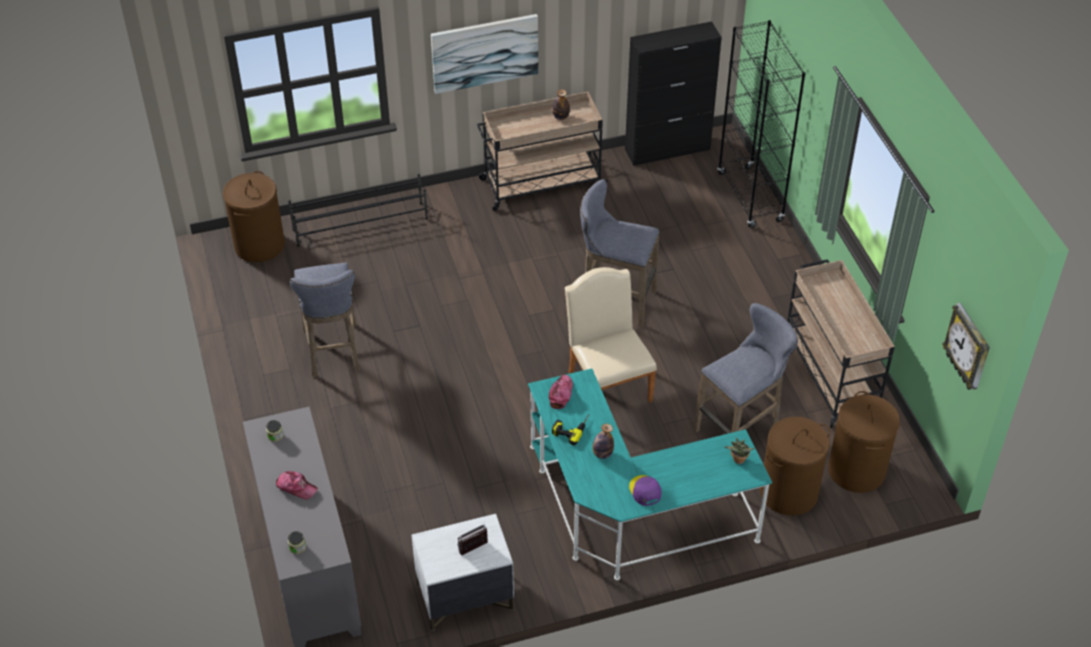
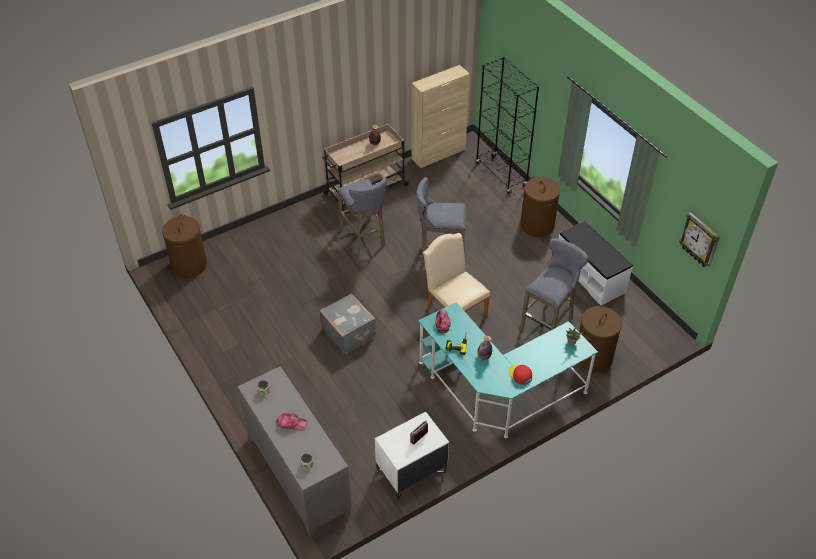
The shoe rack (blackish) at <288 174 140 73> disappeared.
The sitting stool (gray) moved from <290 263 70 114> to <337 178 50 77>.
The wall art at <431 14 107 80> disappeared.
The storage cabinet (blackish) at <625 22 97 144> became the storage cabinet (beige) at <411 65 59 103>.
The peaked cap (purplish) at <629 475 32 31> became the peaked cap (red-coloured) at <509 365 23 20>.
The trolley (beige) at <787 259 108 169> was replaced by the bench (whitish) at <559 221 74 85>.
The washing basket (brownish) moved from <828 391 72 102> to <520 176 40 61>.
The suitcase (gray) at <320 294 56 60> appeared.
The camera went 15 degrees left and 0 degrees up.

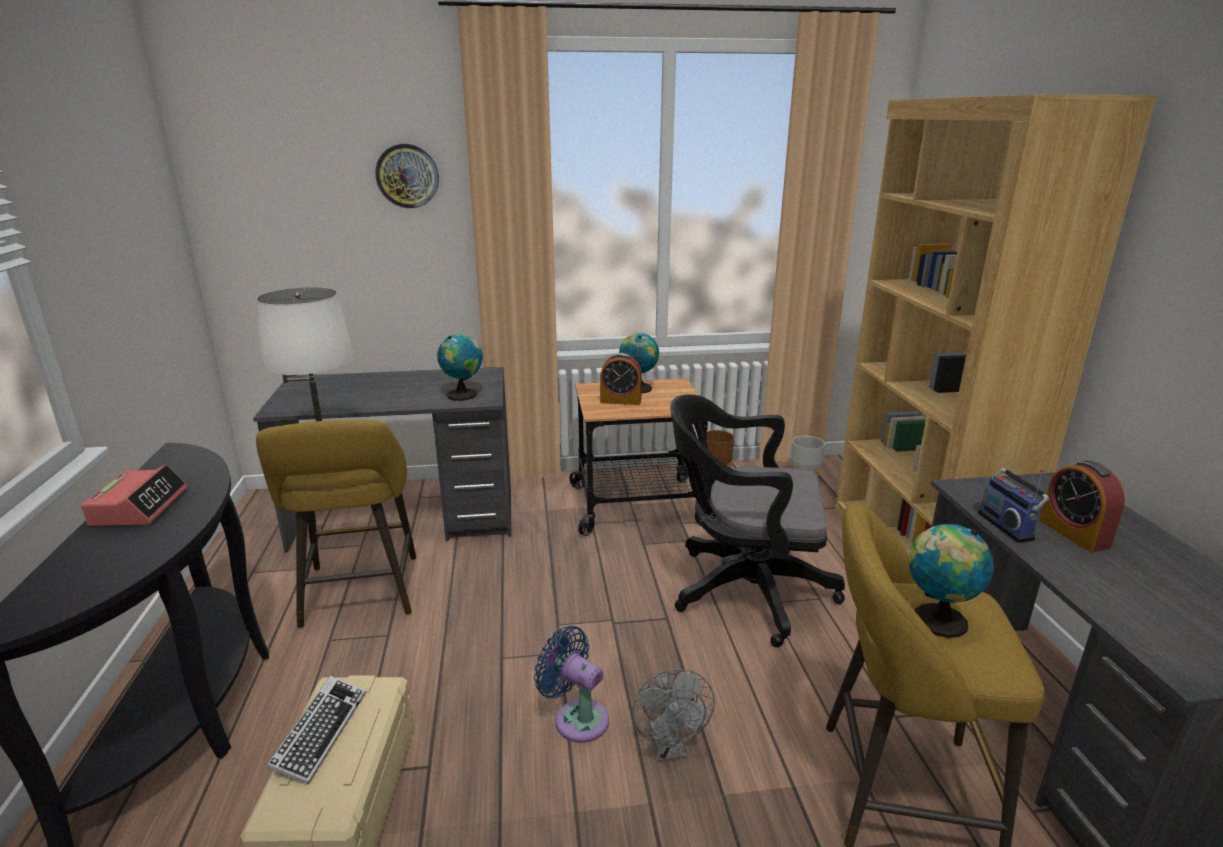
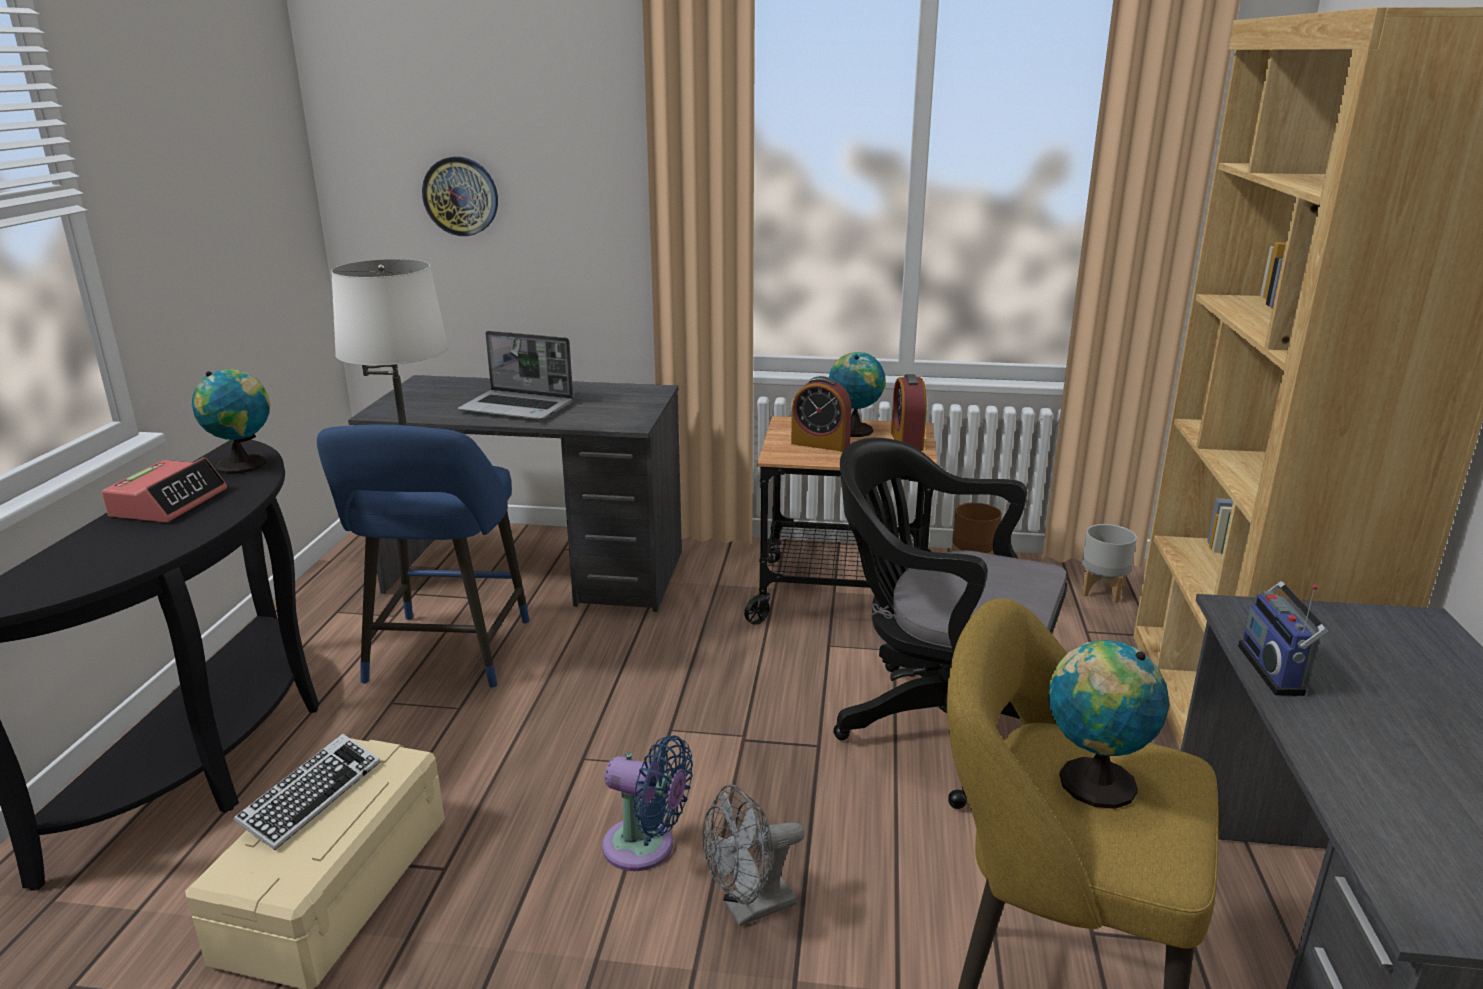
The sitting stool (yellowish) at <256 420 160 208> became the sitting stool (blue) at <317 425 212 263>.
The wall clock moved from <375 144 64 64> to <422 157 76 79>.
The desk globe moved from <437 334 46 67> to <192 369 78 105>.
The fan (blue) at <534 626 75 117> turned 150 degrees clockwise.
The fan (gray) at <632 669 83 93> turned 60 degrees clockwise.
The alarm clock moved from <1039 461 86 91> to <891 374 36 77>.
The laptop at <458 331 115 89> appeared.
The camera went 15 degrees right and 0 degrees up.

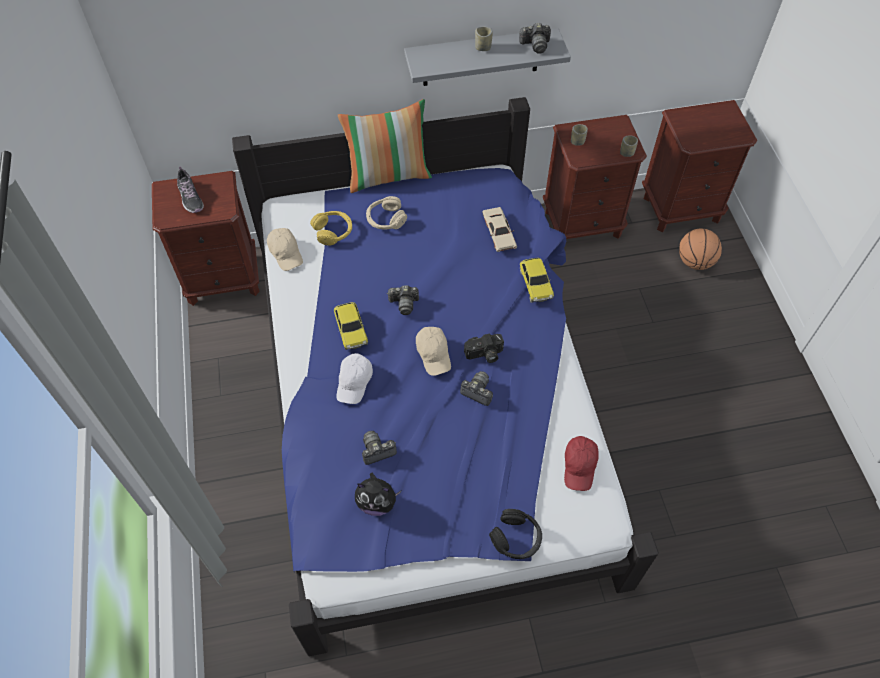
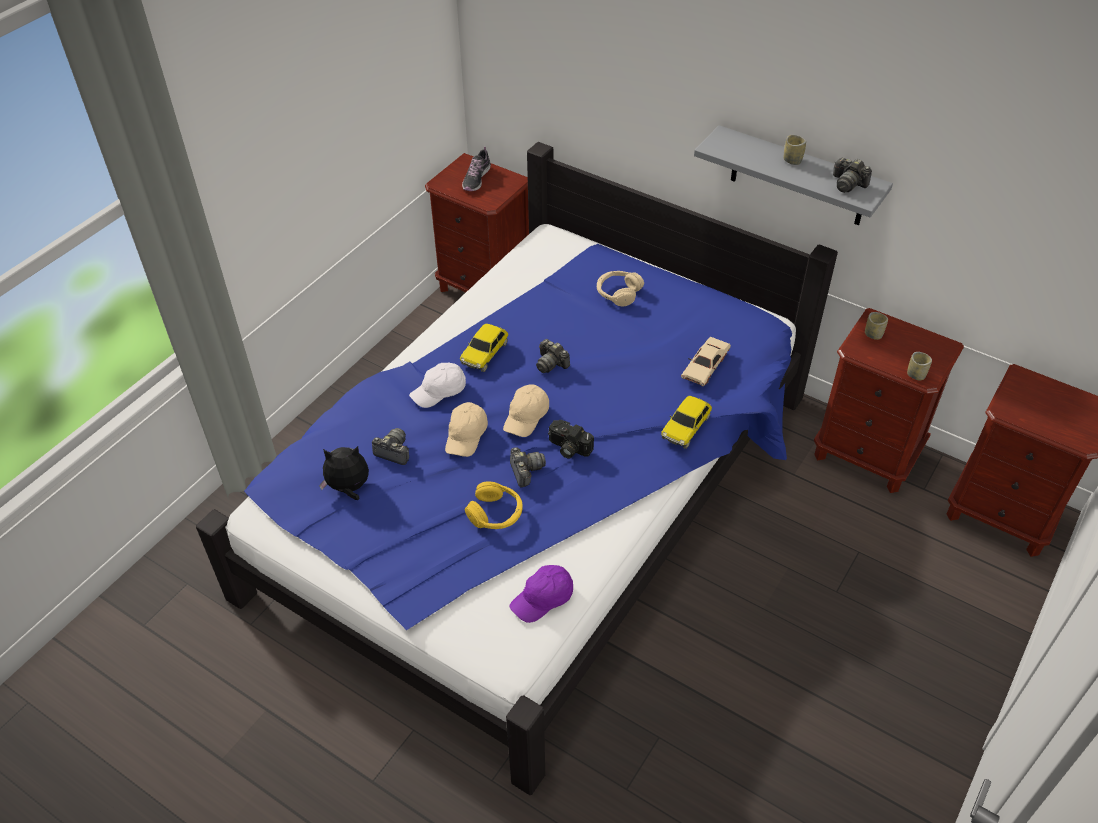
The peaked cap (beige) moved from <267 228 36 43> to <445 402 43 55>.
The pair of headphones (yellowish) moved from <310 211 42 34> to <465 481 58 48>.
The cushion at <338 99 94 94> disappeared.
The soft toy at <355 473 46 43> turned 120 degrees clockwise.
The pair of headphones (blackish) at <489 509 53 50> disappeared.
The peaked cap (red-coloured) at <564 436 35 55> became the peaked cap (purplish) at <510 565 63 58>.
The ball for basketball at <679 228 43 42> disappeared.
The camera went 45 degrees right and 10 degrees down.

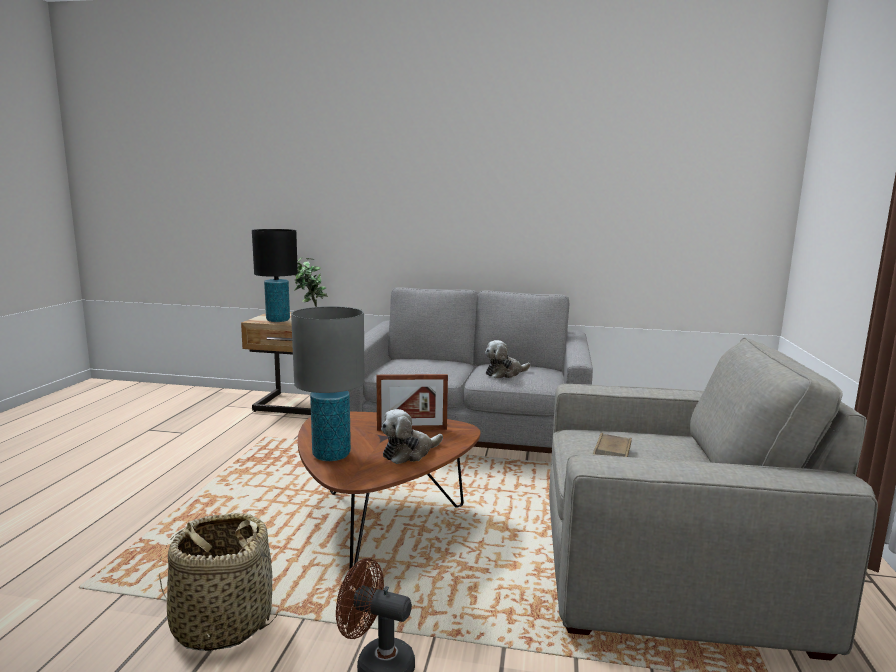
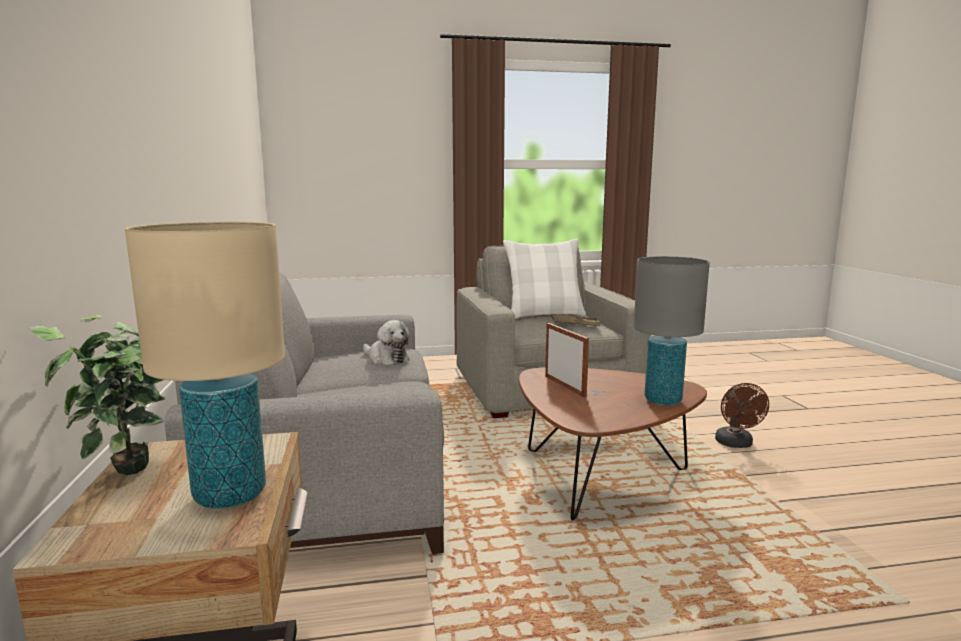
The basket at <159 513 119 138> disappeared.
The table lamp (blackish) at <252 229 46 93> became the table lamp (beige) at <125 222 160 287>.
The soft toy at <381 409 62 55> disappeared.
The cushion (whitish) at <503 238 83 81> appeared.
The camera went 110 degrees left and 0 degrees up.

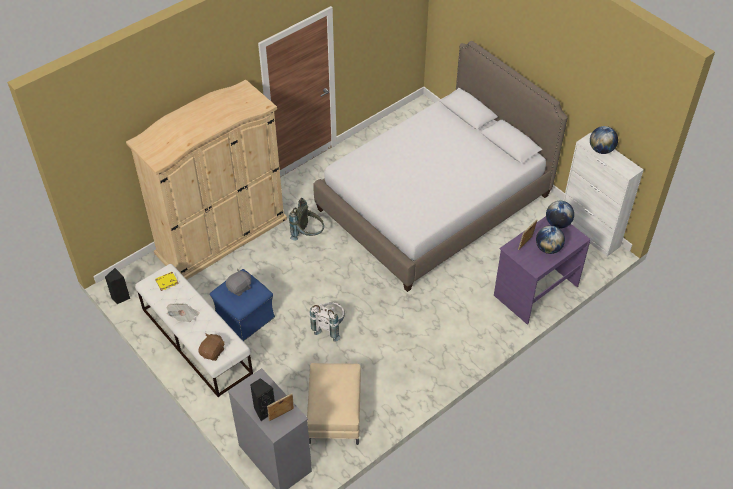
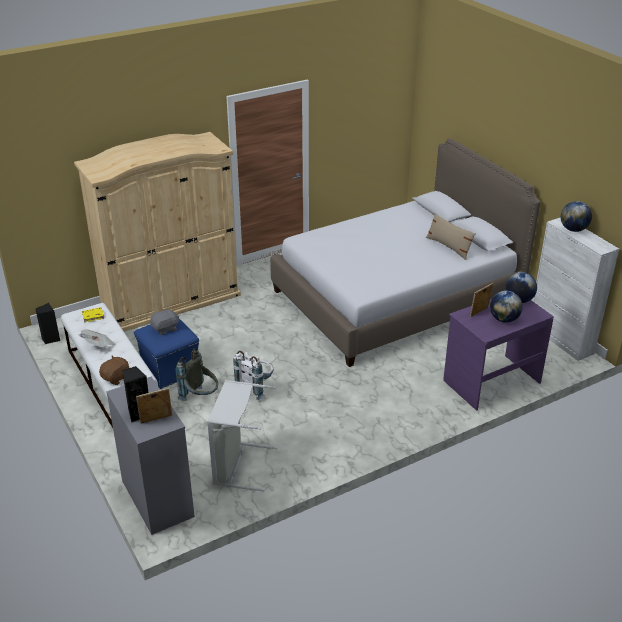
The backpack (gray) moved from <289 198 35 42> to <176 348 42 53>.
The ottoman (beige) at <307 363 54 82> was replaced by the washing basket (gray) at <207 380 70 111>.
The cushion (beige) at <426 213 49 47> appeared.
The camera went 10 degrees right and 15 degrees down.

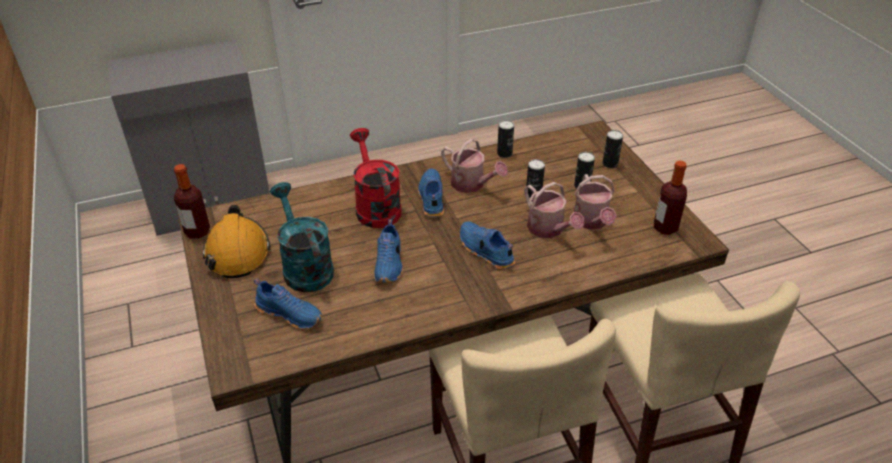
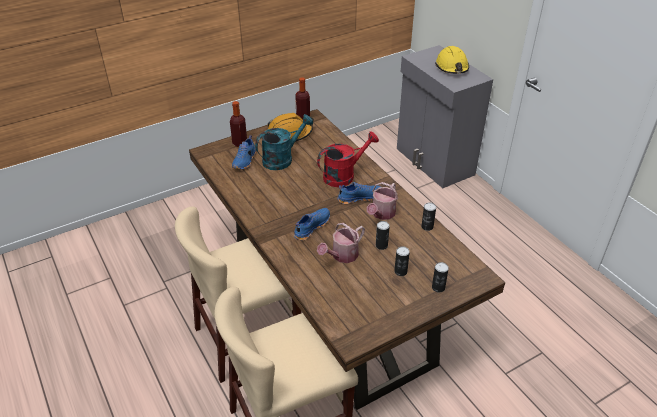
The item of footwear (blue) at <374 219 29 64> disappeared.
The watering pot at <574 174 43 56> disappeared.
The beverage bottle moved from <654 160 33 75> to <230 101 17 46>.
The work helmet (yellowish) at <435 46 34 28> appeared.
The camera went 80 degrees right and 0 degrees up.

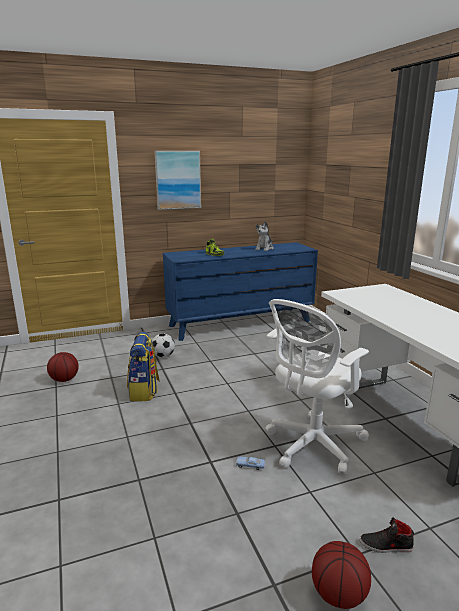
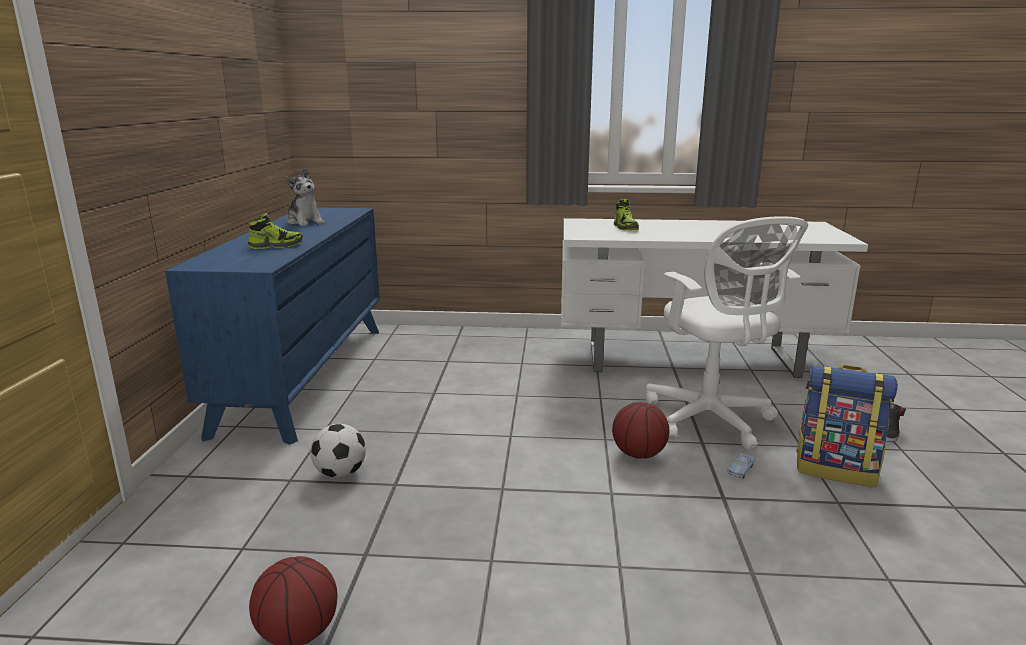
The backpack moved from <127 332 33 69> to <796 365 102 122>.
The wall art at <155 151 46 59> disappeared.
The ball for basketball moved from <312 541 59 68> to <612 402 58 57>.
The item of footwear at <614 199 25 31> appeared.
The camera went 65 degrees left and 0 degrees up.

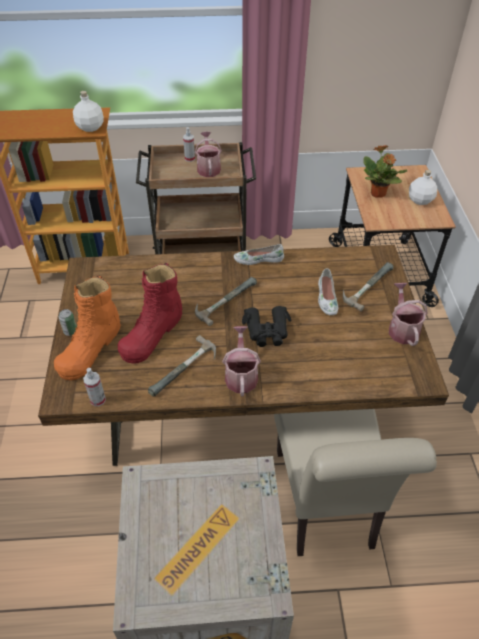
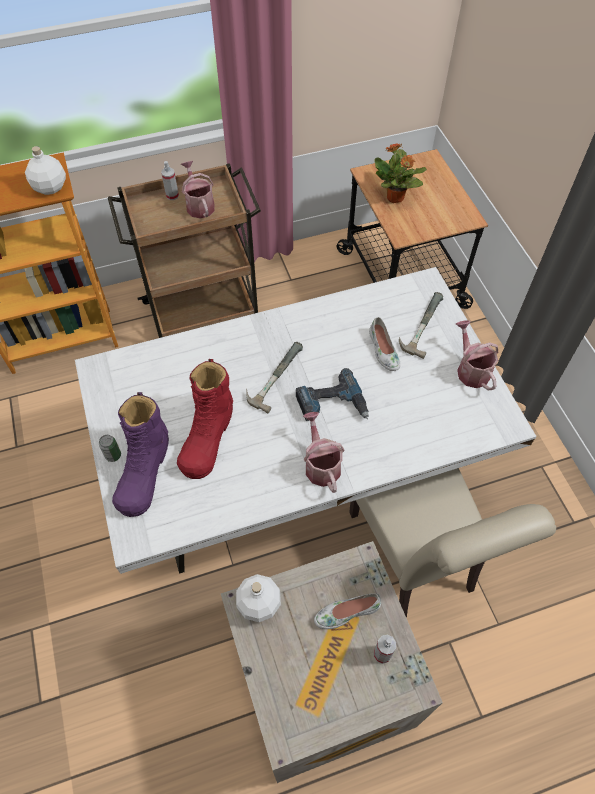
The kitchen table (brownish) at <38 245 411 221> became the kitchen table (whitish) at <75 267 461 307>.
The high-top boot (orange) at <54 275 67 106> became the high-top boot (purplish) at <112 392 57 125>.
The hand sprayer moved from <83 368 23 38> to <374 635 22 29>.
The hammer at <148 335 68 61> disappeared.
The item of footwear (whitish) moved from <234 244 50 21> to <314 593 67 36>.
The binoculars (blackish) at <242 306 49 41> was replaced by the power drill at <296 368 73 53>.
The beverage bottle (whitish) moved from <409 170 28 35> to <236 574 45 48>.
The camera went 15 degrees left and 10 degrees up.

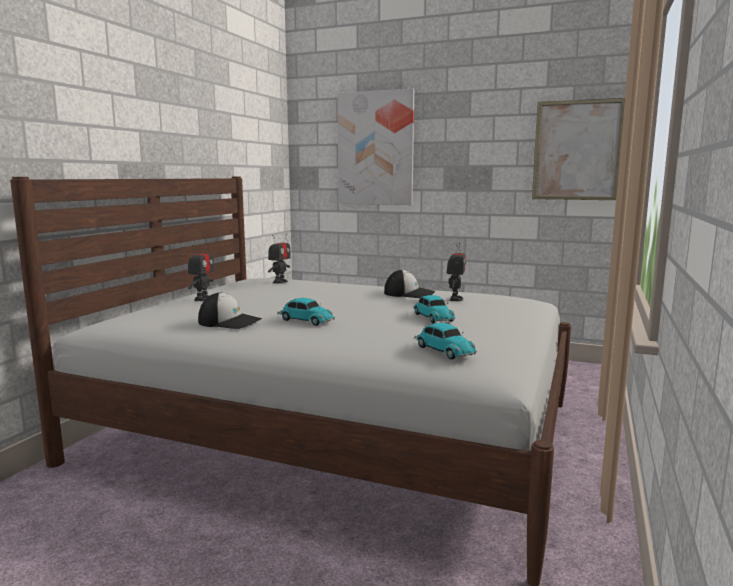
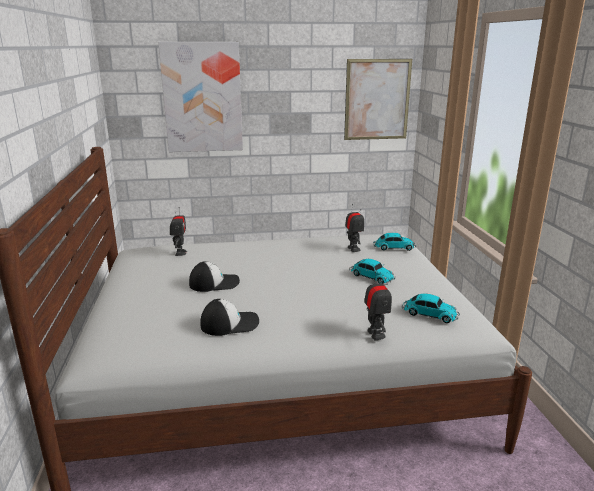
The toy robot moved from <188 243 26 58> to <364 271 28 69>.
The toy car moved from <277 298 58 28> to <373 233 43 18>.
The peaked cap moved from <384 270 51 28> to <189 261 51 31>.
The camera went 30 degrees left and 10 degrees up.

